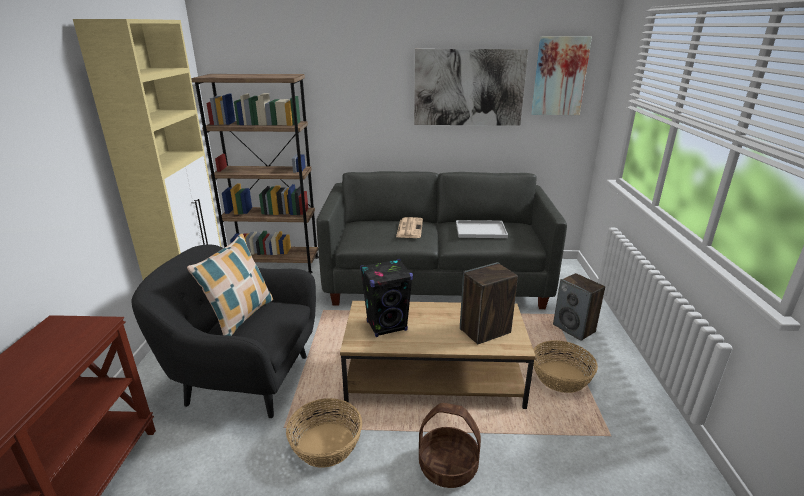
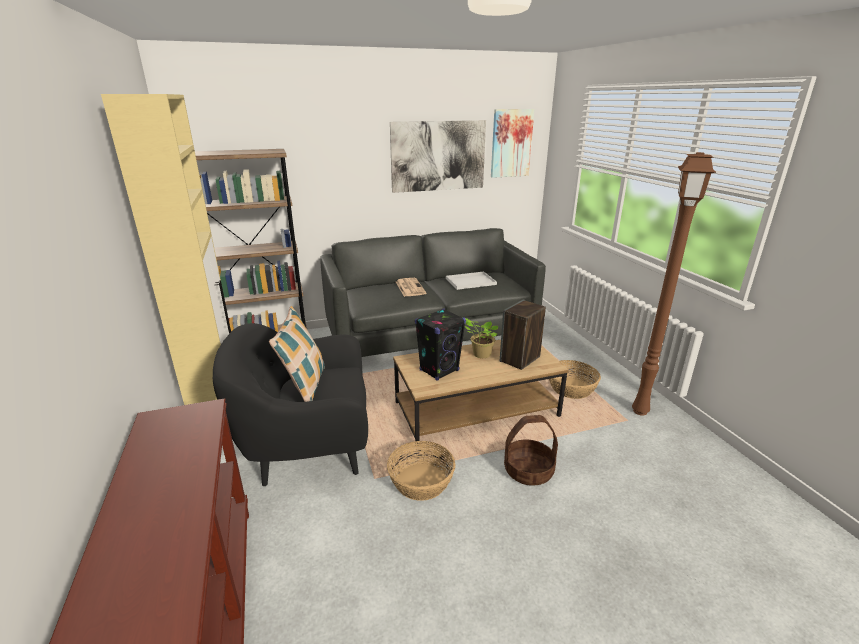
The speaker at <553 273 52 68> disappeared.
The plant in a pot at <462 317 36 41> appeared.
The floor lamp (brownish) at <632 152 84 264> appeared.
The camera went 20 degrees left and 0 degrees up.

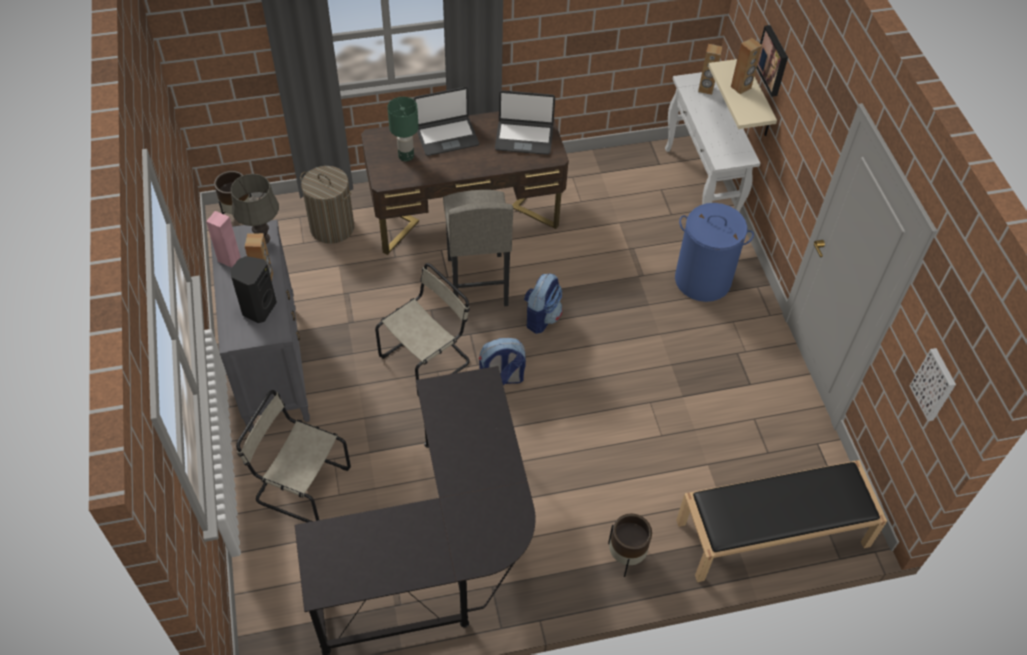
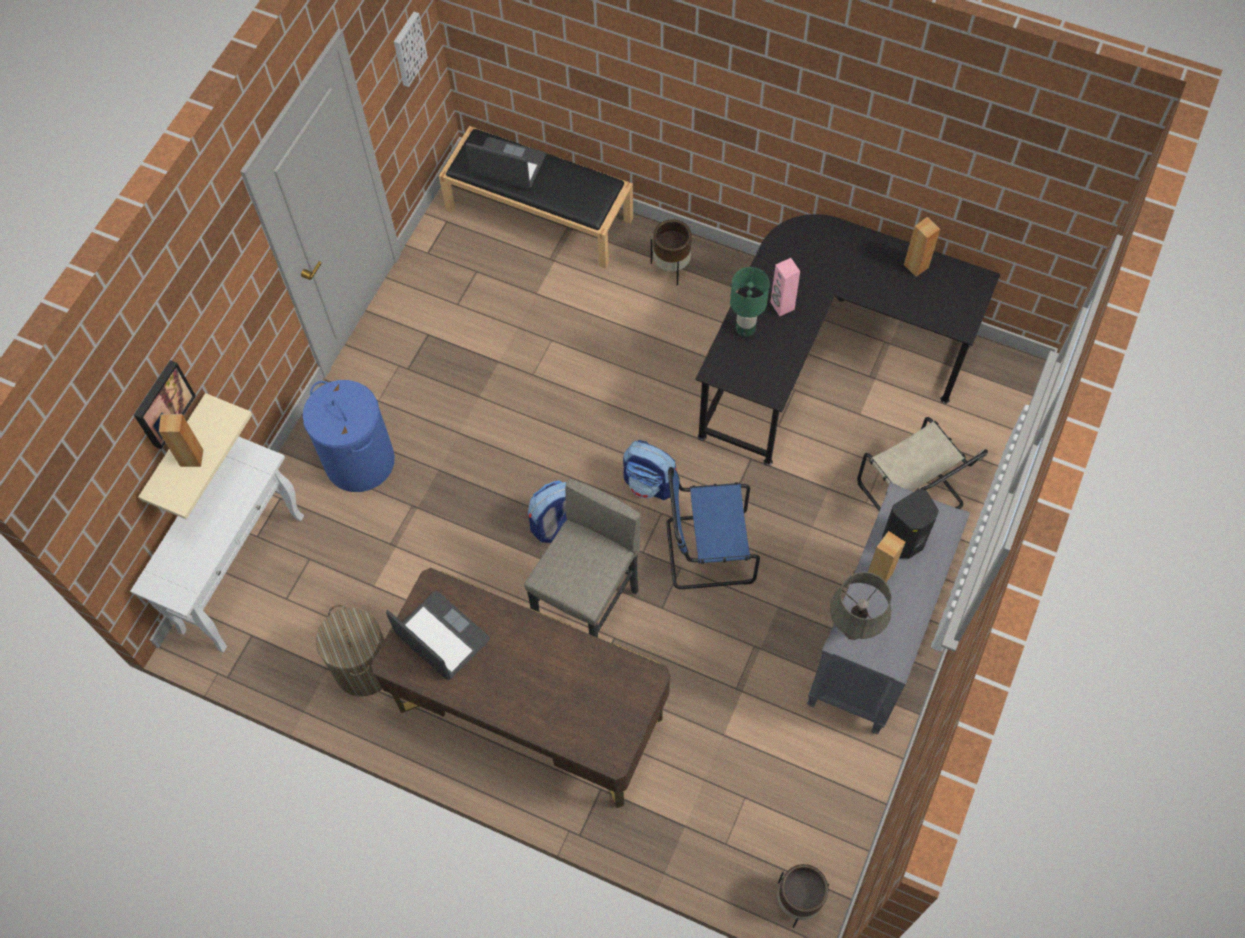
The speaker (pink) moved from <206 211 34 57> to <770 258 30 58>.
The washing basket moved from <300 166 54 78> to <316 605 69 92>.
The chair (beige) at <375 263 95 133> became the chair (blue) at <666 467 94 122>.
The table lamp (green) moved from <387 97 32 64> to <730 267 40 70>.
The laptop moved from <414 87 65 69> to <466 137 80 52>.
The speaker (brownish) moved from <698 44 24 51> to <904 217 36 60>.
The camera went 140 degrees left and 10 degrees up.

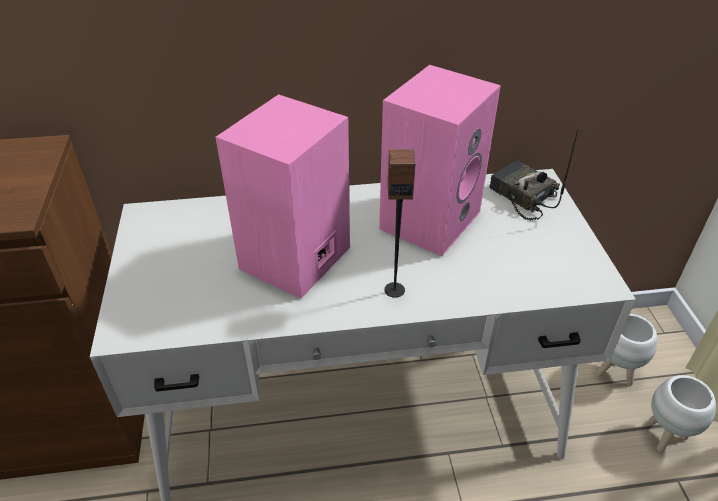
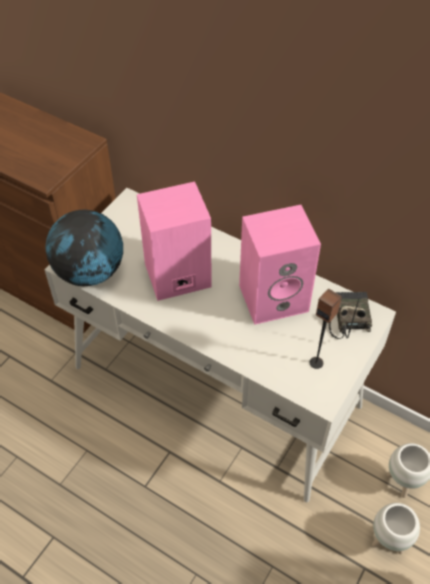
The speaker moved from <384 149 31 149> to <309 289 33 80>.
The desk globe at <45 210 78 76> appeared.
The camera went 40 degrees right and 10 degrees up.

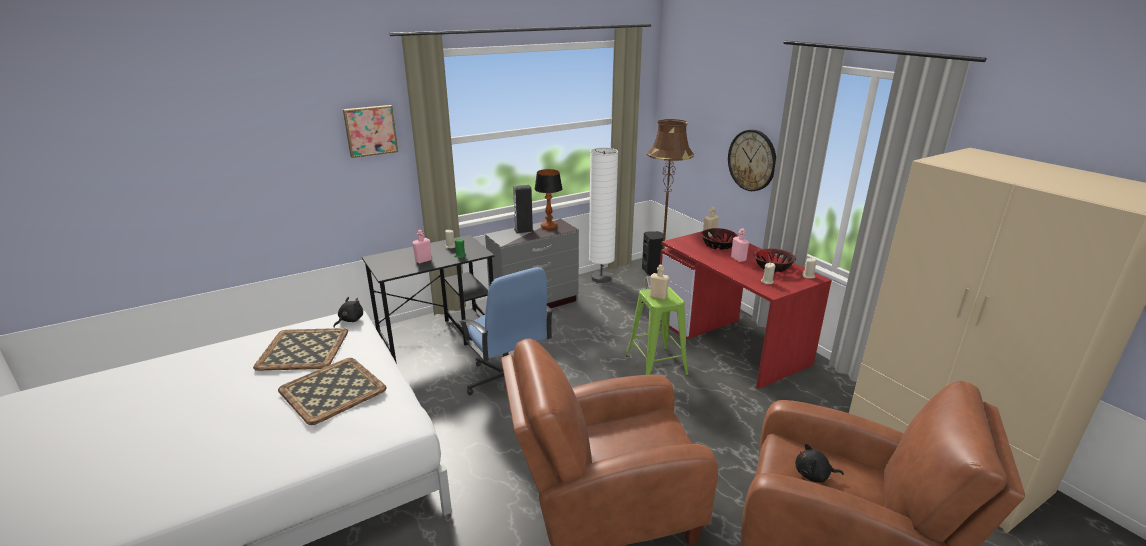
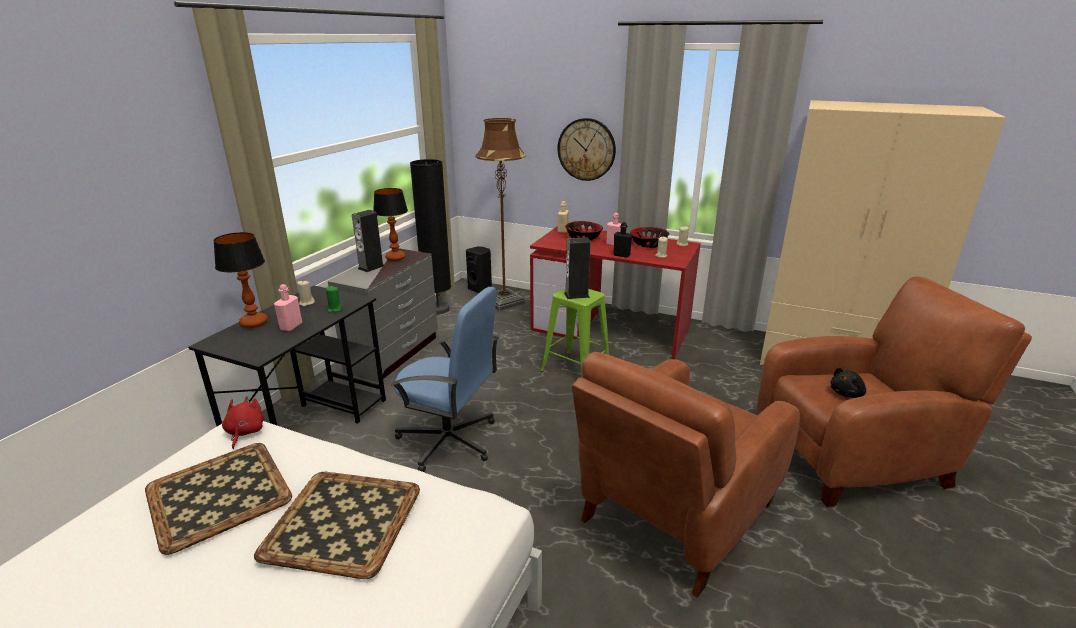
The soft toy (blackish) at <333 297 30 30> became the soft toy (red-coloured) at <222 396 42 53>.
The wall art at <343 105 55 53> disappeared.
The floor lamp (whitish) at <589 148 29 135> became the floor lamp (blackish) at <410 159 41 155>.
The beverage bottle (beige) at <650 265 19 34> was replaced by the speaker at <564 237 27 62>.
The table lamp at <213 232 55 96> appeared.
The beverage bottle (blackish) at <613 222 19 36> appeared.
The camera went 35 degrees left and 0 degrees up.

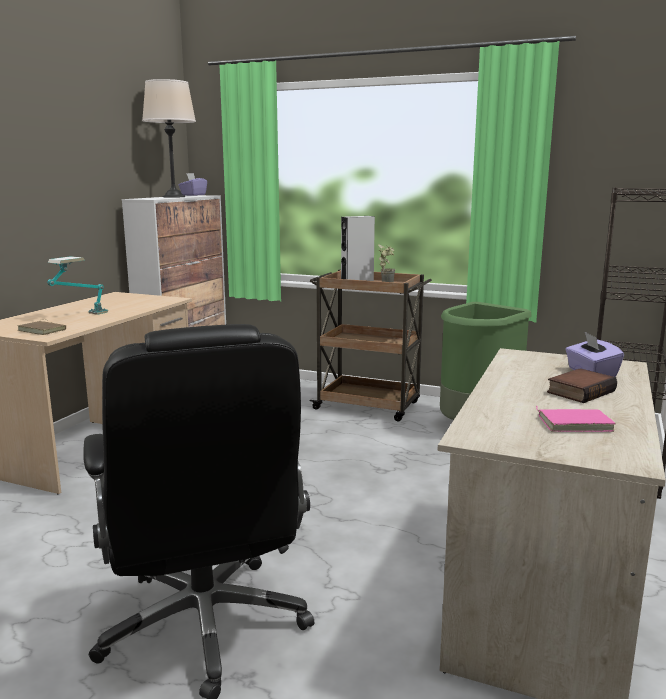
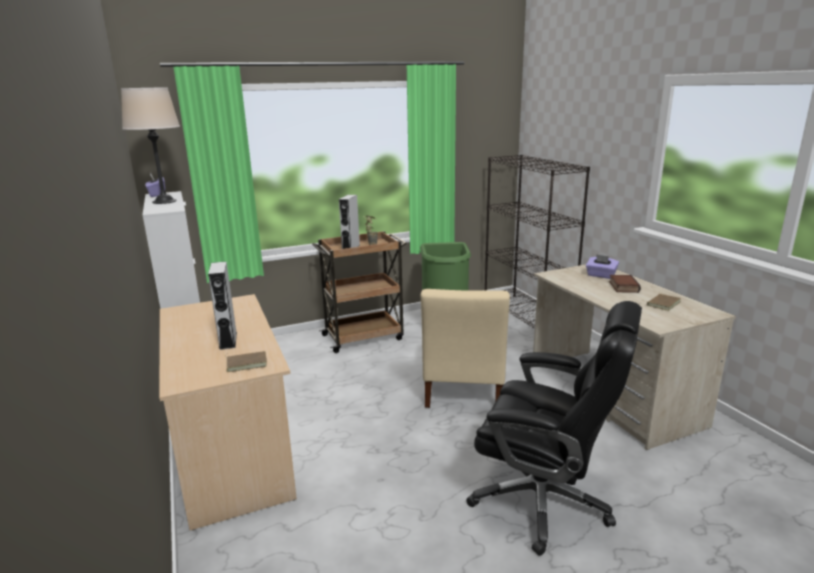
The table lamp at <47 256 61 59> was replaced by the speaker (gray) at <208 261 29 89>.
The volume (pink) at <536 406 80 26> became the volume (brownish) at <641 294 39 17>.
The chair (beige) at <421 289 89 119> appeared.
The camera went 45 degrees left and 5 degrees up.

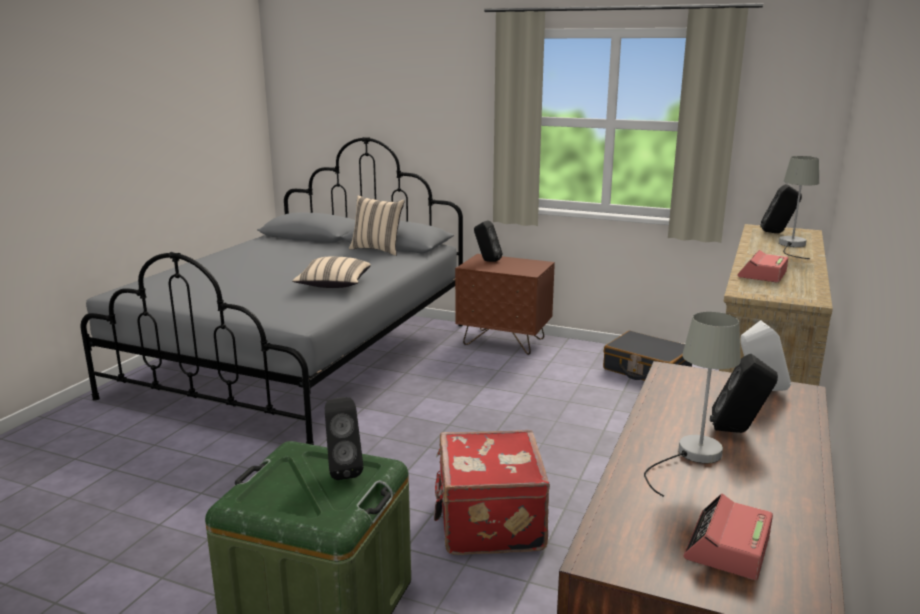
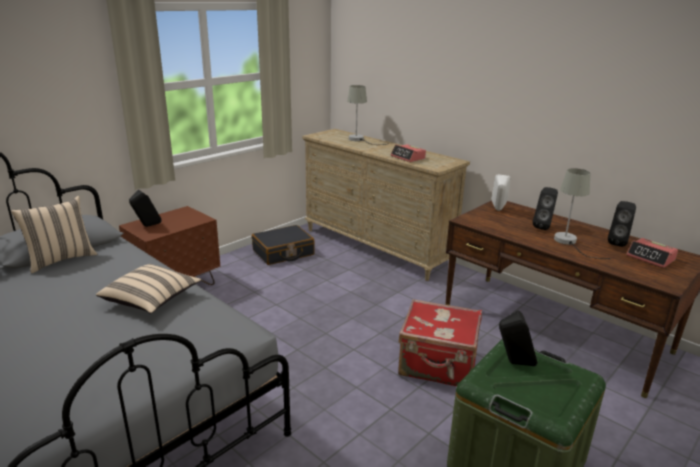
The speaker (blackish) moved from <760 184 42 49> to <608 201 28 46>.
The camera went 70 degrees left and 5 degrees up.

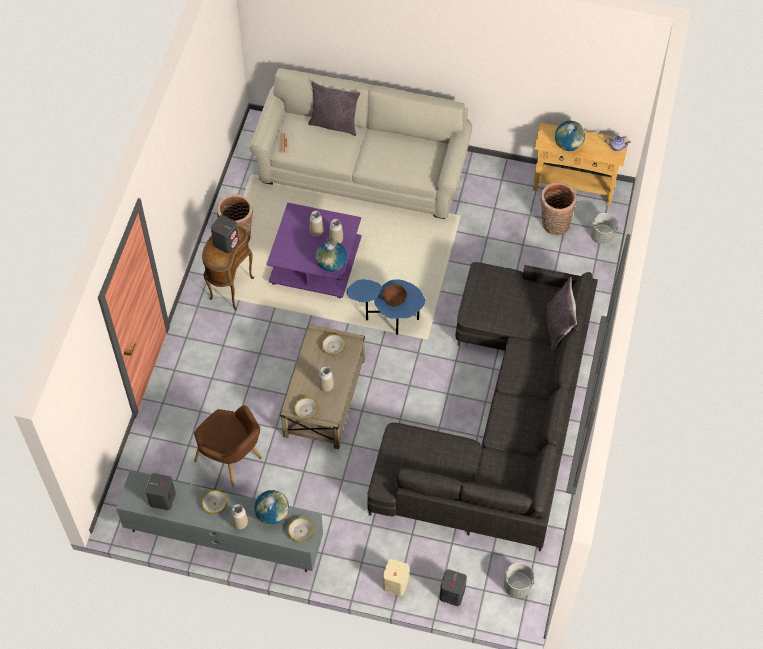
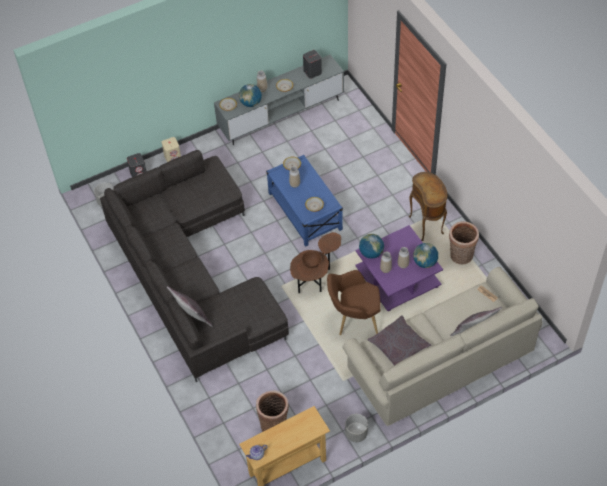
The easy chair (brownish) moved from <194 405 68 82> to <327 270 54 65>.
The speaker (gray) at <211 215 28 39> disappeared.
The coffee table (beige) at <280 324 85 125> became the coffee table (blue) at <266 155 77 92>.
The accent table (blue) at <347 279 79 56> became the accent table (brownish) at <290 232 51 62>.
The desk globe moved from <555 121 30 30> to <413 243 25 25>.
The planter (gray) moved from <590 213 28 31> to <345 414 23 28>.
The cushion (gray) at <367 315 65 50> appeared.
The camera went 140 degrees right and 5 degrees down.

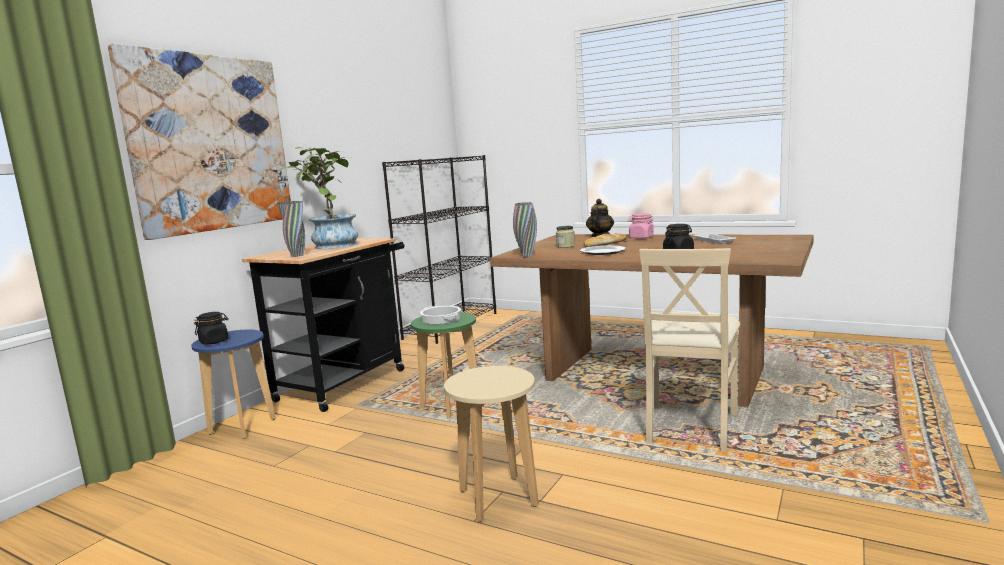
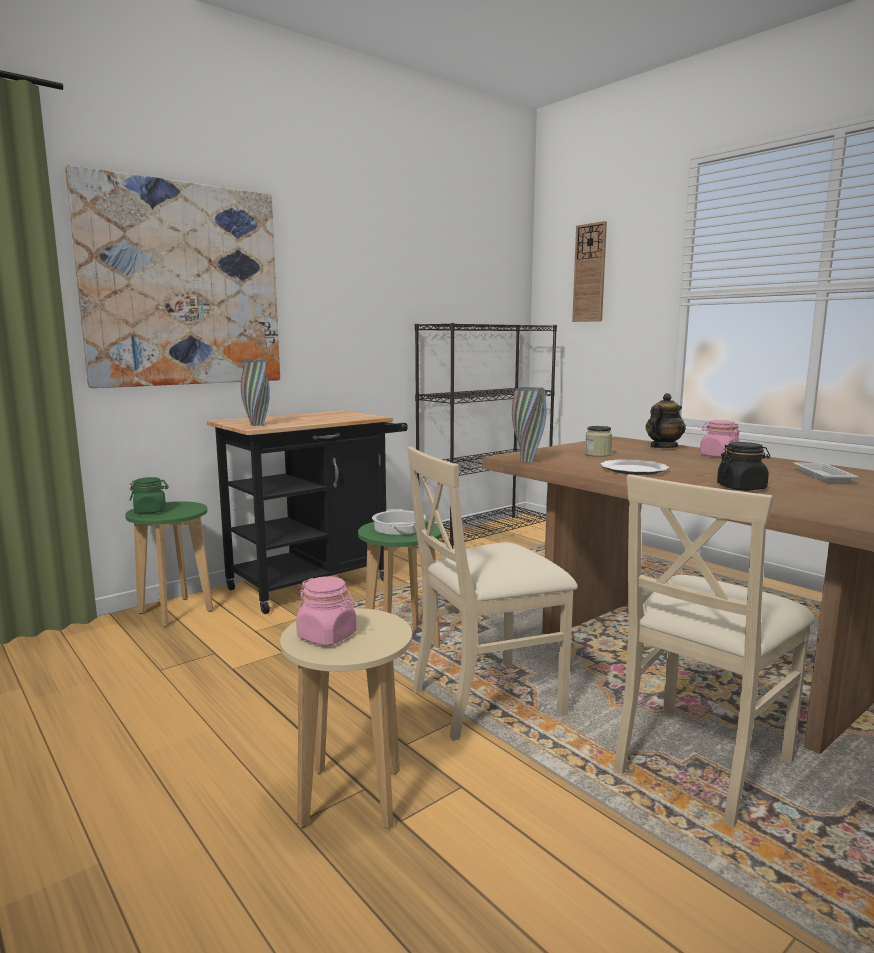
The sitting stool (blue) at <191 330 85 109> became the sitting stool (green) at <125 501 88 126>.
The storage jar (blackish) at <194 312 35 33> became the storage jar (green) at <129 477 40 37>.
The plant in a pot at <279 147 79 102> disappeared.
The bakery bread at <583 233 44 14> disappeared.
The storage jar (pink) at <296 576 60 70> appeared.
The chair (beige) at <407 446 171 295> appeared.
The wall clock at <572 221 35 101> appeared.
The camera went 20 degrees right and 0 degrees up.

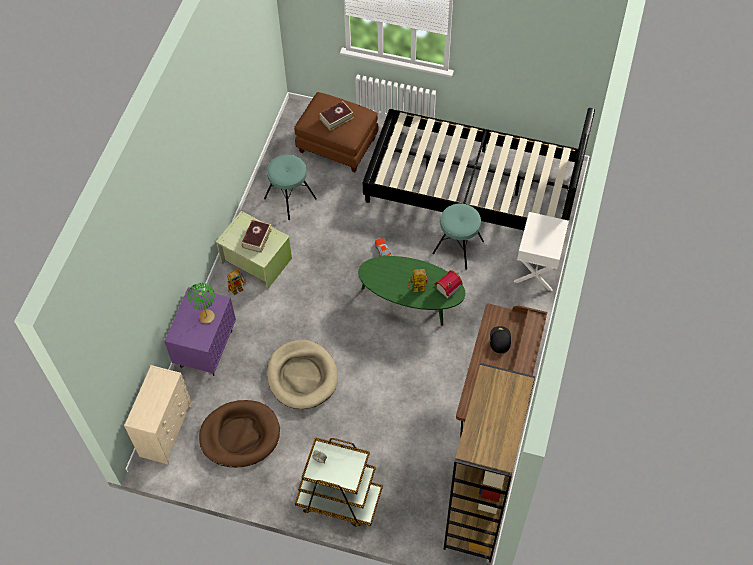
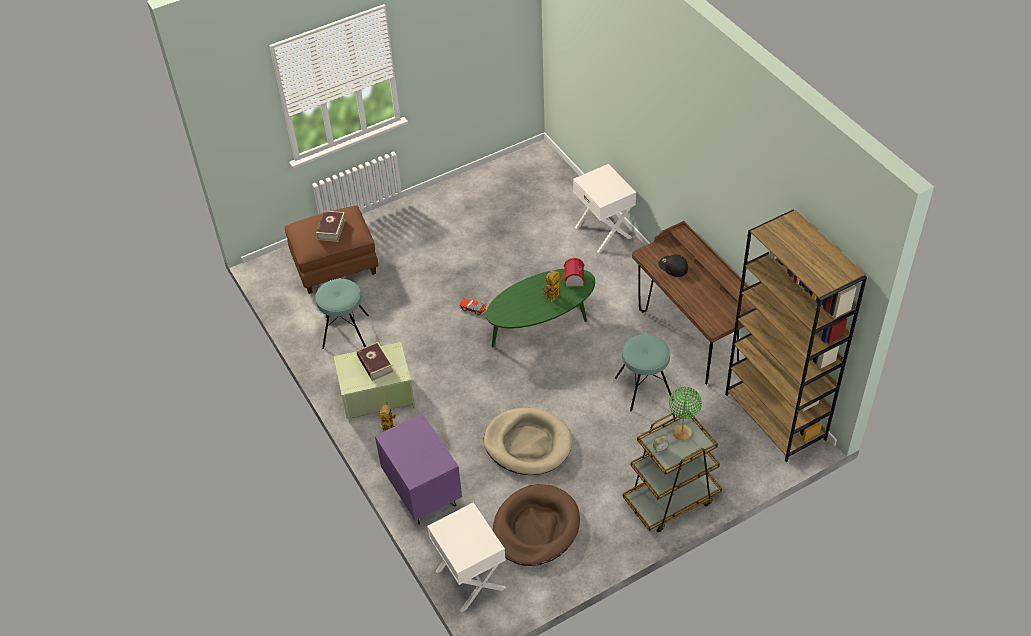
The drawer chest (beige) at <124 365 69 100> was replaced by the night table (whitish) at <427 502 79 110>.
The table lamp (green) moved from <187 283 28 41> to <669 387 33 53>.
The sleeping bed (blackish) at <363 108 232 122> disappeared.
The sitting stool (turquoise) moved from <432 203 52 67> to <615 334 59 78>.
The camera went 45 degrees left and 10 degrees down.

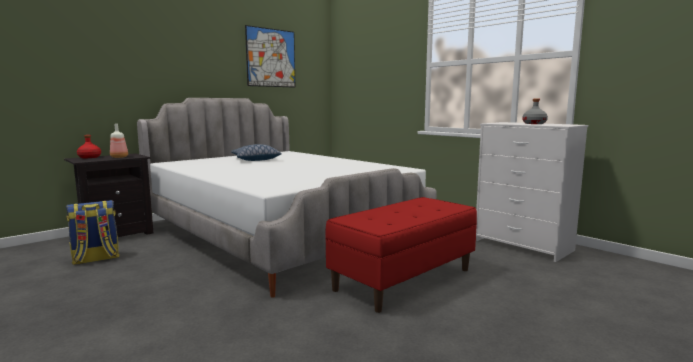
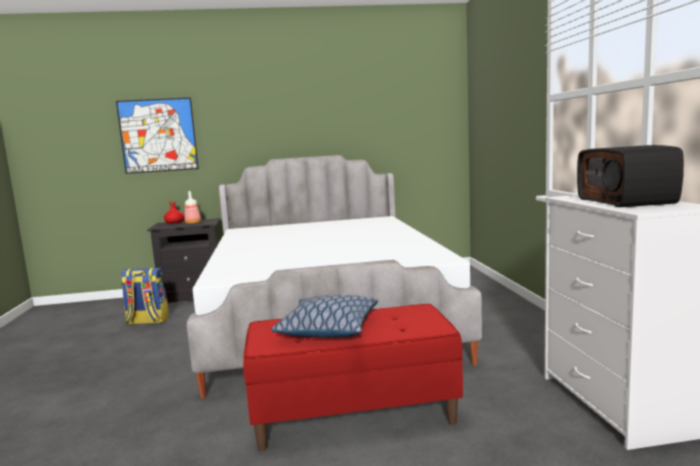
The cushion moved from <231 144 51 17> to <271 295 107 42>.
The wall art moved from <245 25 50 63> to <116 98 83 76>.
The beverage bottle (gray) at <522 99 26 25> was replaced by the radio receiver at <577 145 107 62>.
The camera went 35 degrees right and 0 degrees up.

